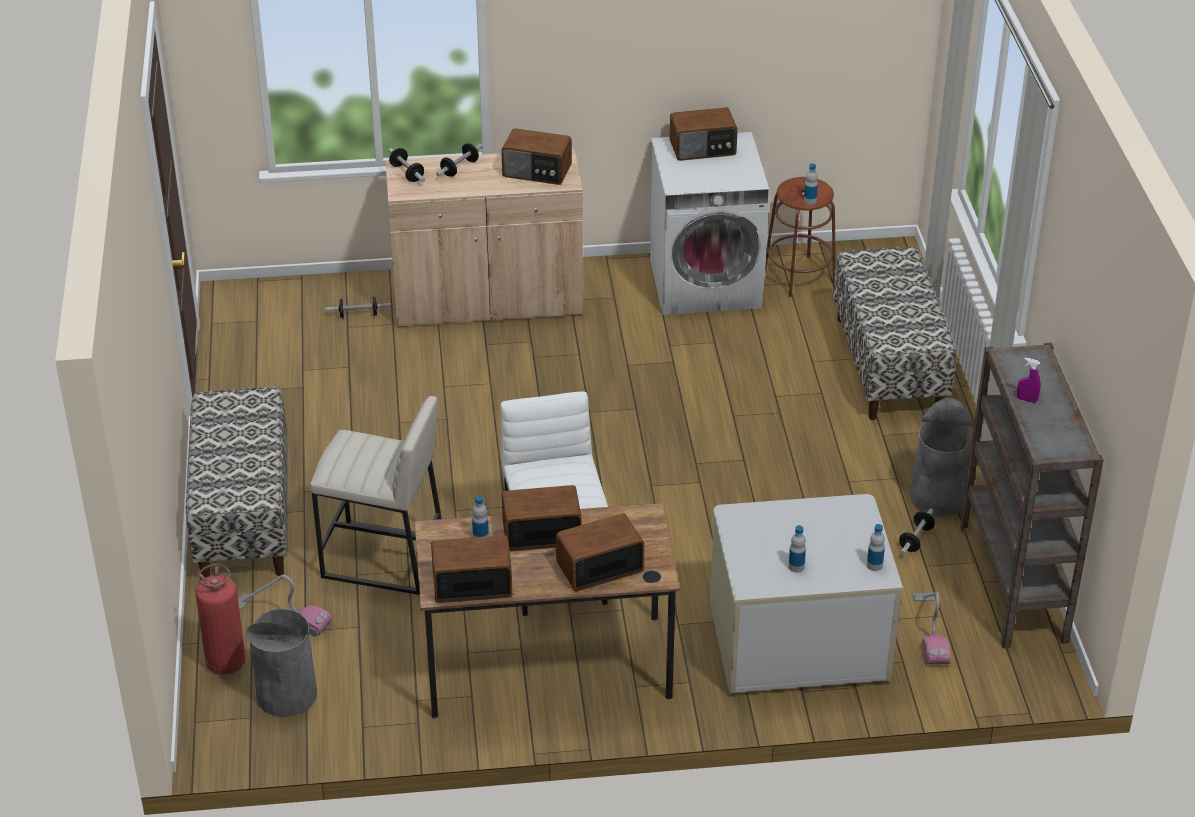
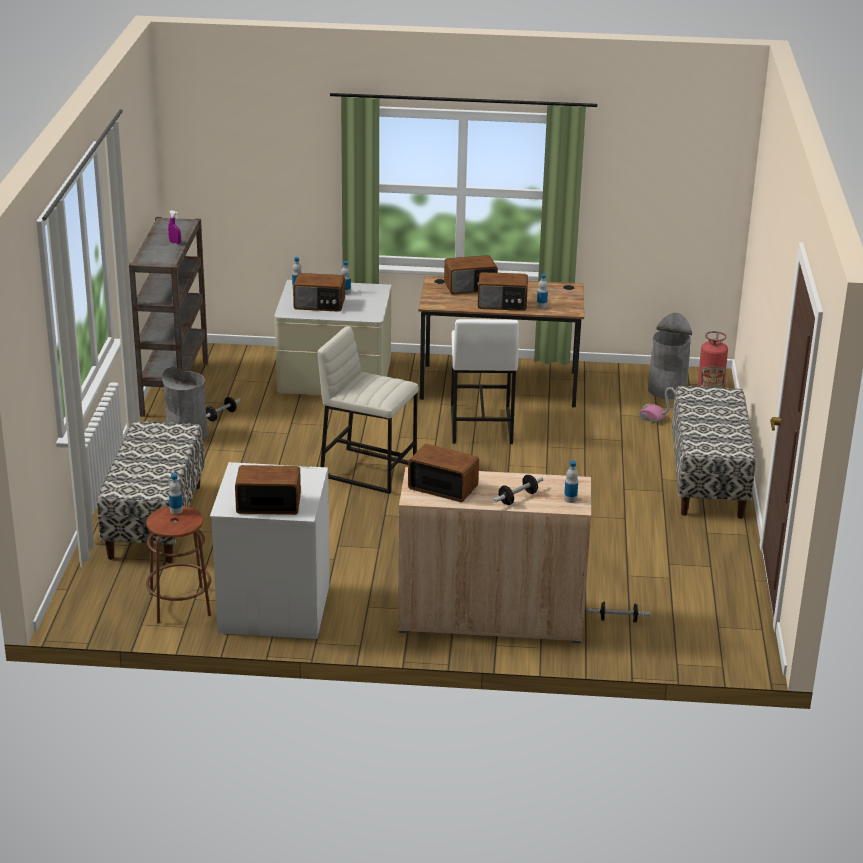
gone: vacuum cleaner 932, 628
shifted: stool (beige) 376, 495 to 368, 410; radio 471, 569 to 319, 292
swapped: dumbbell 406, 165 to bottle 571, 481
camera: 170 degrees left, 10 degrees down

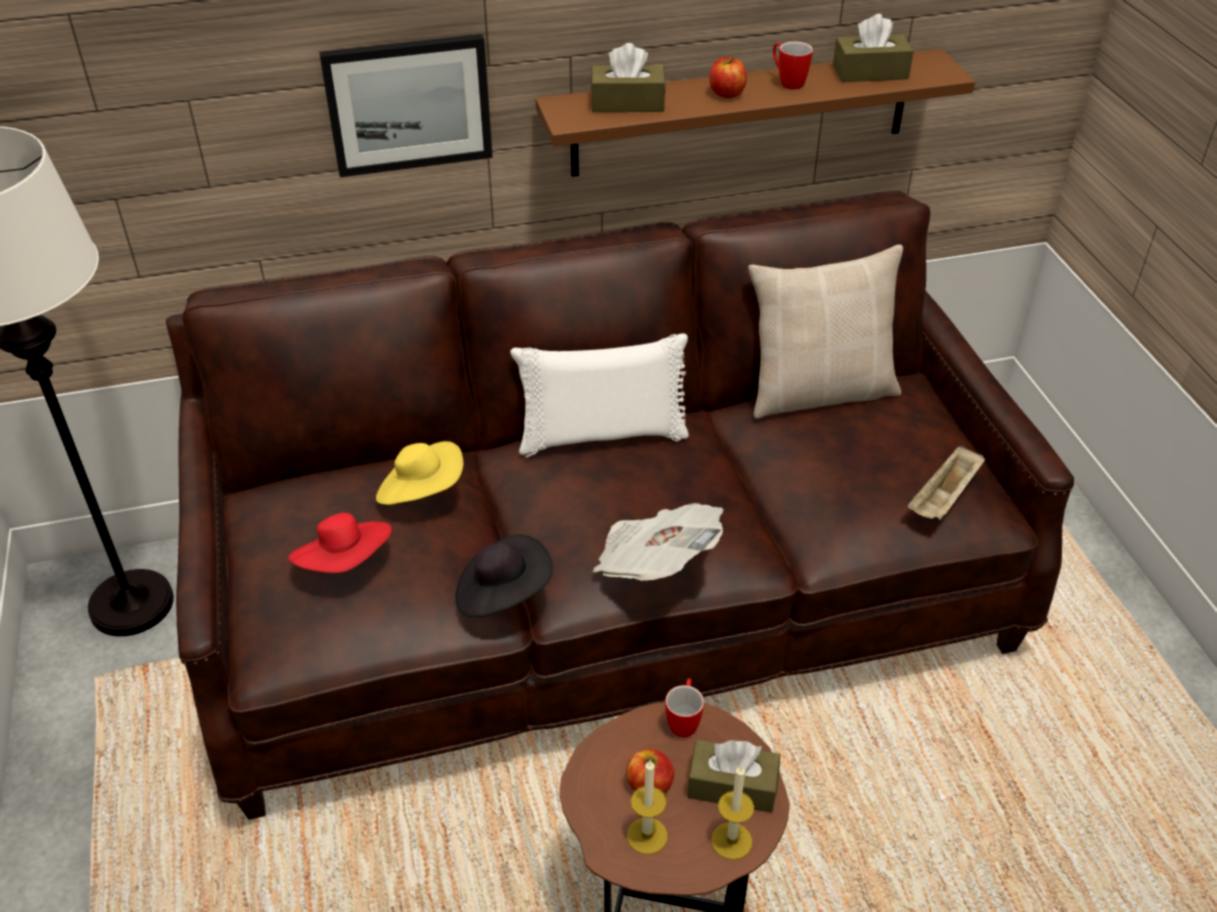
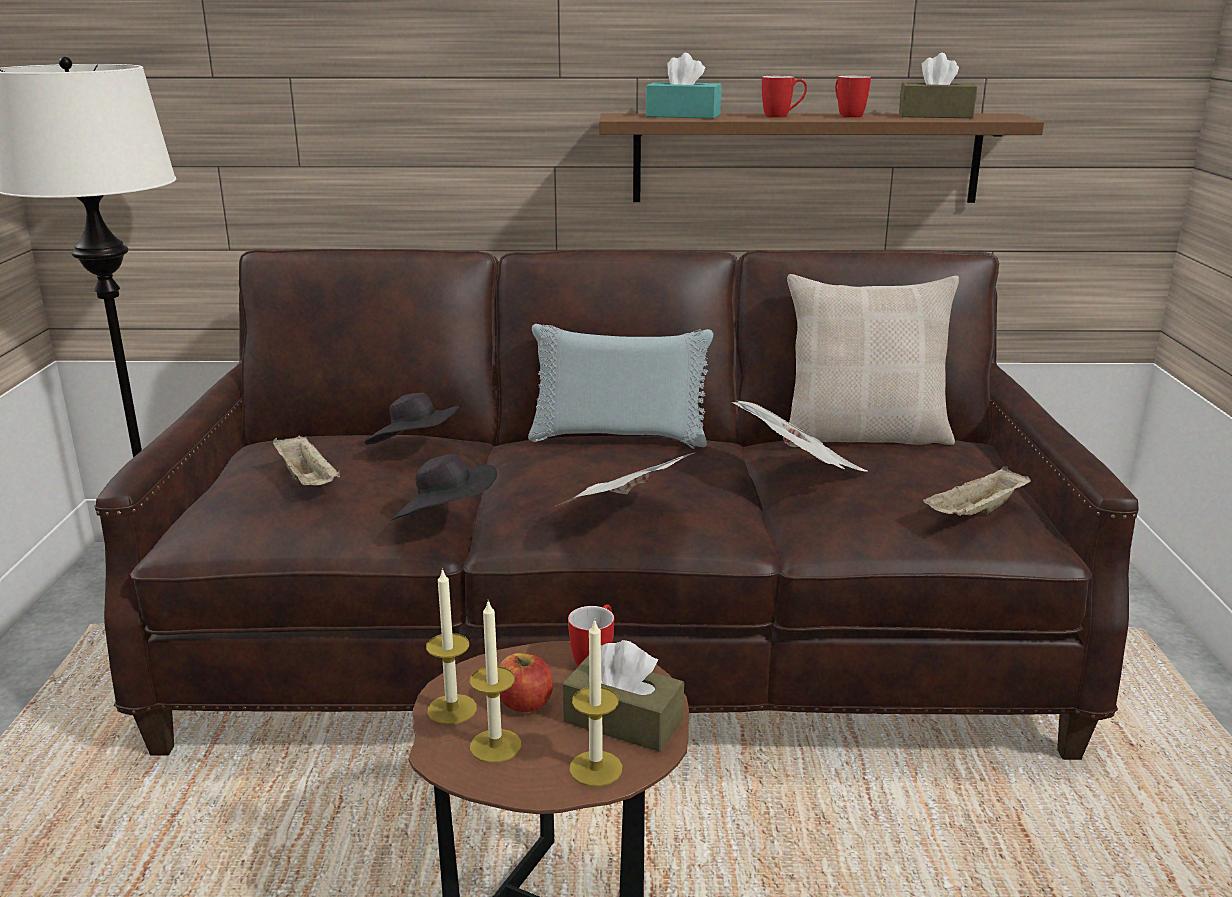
gone: picture 406, 105
new: candle 451, 646; newspaper 799, 436
swapped: hat (red) 340, 543 to tray (beige) 306, 460; apple 728, 77 to mug 784, 97
repainted: hat (yellow) 419, 473 to hat (black) 412, 419; pillow (white) 599, 395 to pillow (blue) 620, 386; tissue box (brown) 628, 77 to tissue box (turquoise) 683, 86
camera: 15 degrees right, 20 degrees down

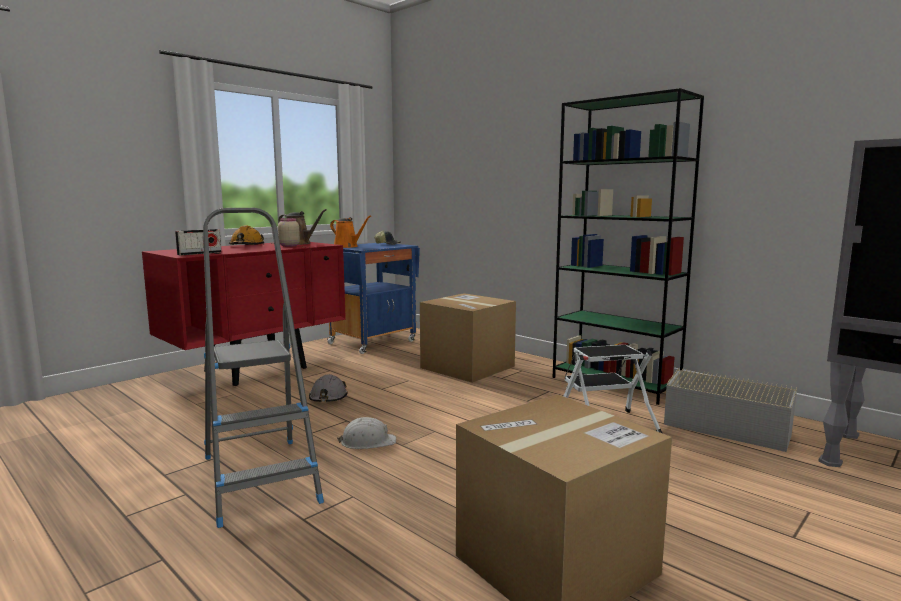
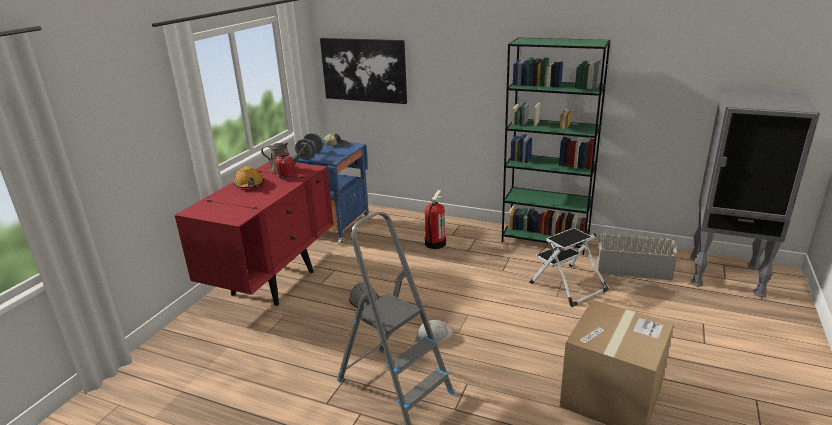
gone: radio 198, 242
new: picture 363, 71
swapped: watering can (orange) 350, 231 to dumbbell (grey) 309, 146; cardboard box 468, 338 to fire extinguisher 435, 219
repainted: jar (beige) 289, 232 to jar (red) 285, 166
camera: 20 degrees left, 15 degrees up

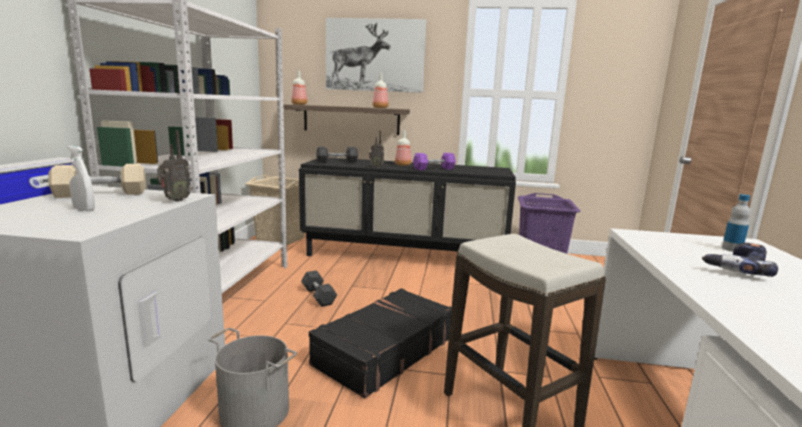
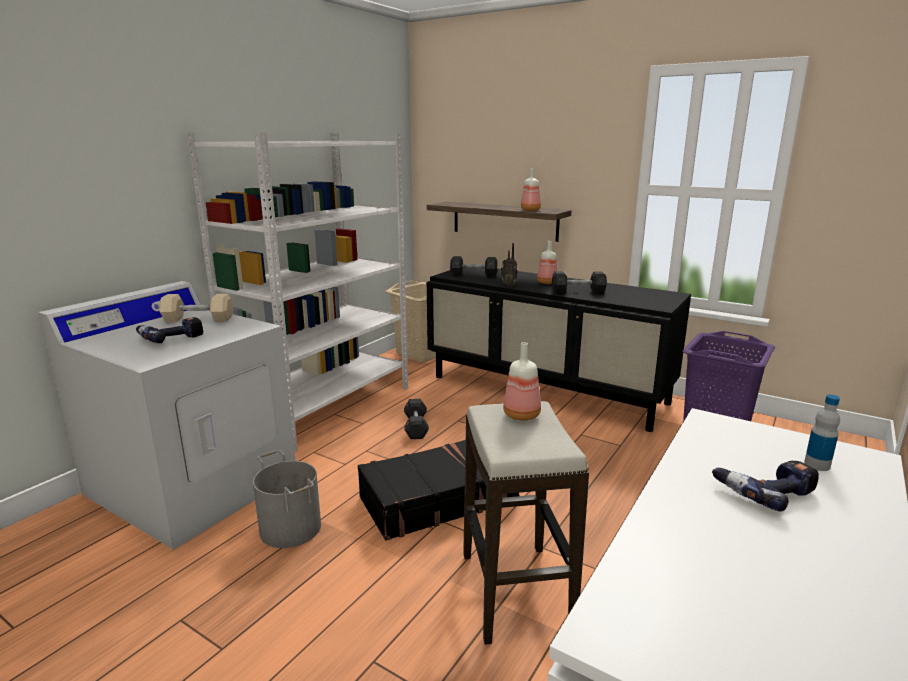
gone: radio 174, 166; picture 376, 55
shifted: bottle 299, 88 to 522, 381
swapped: spray bottle (white) 81, 178 to power drill 169, 330
repainted: dumbbell (purple) 434, 161 to dumbbell (grey) 579, 282
camera: 25 degrees right, 5 degrees up

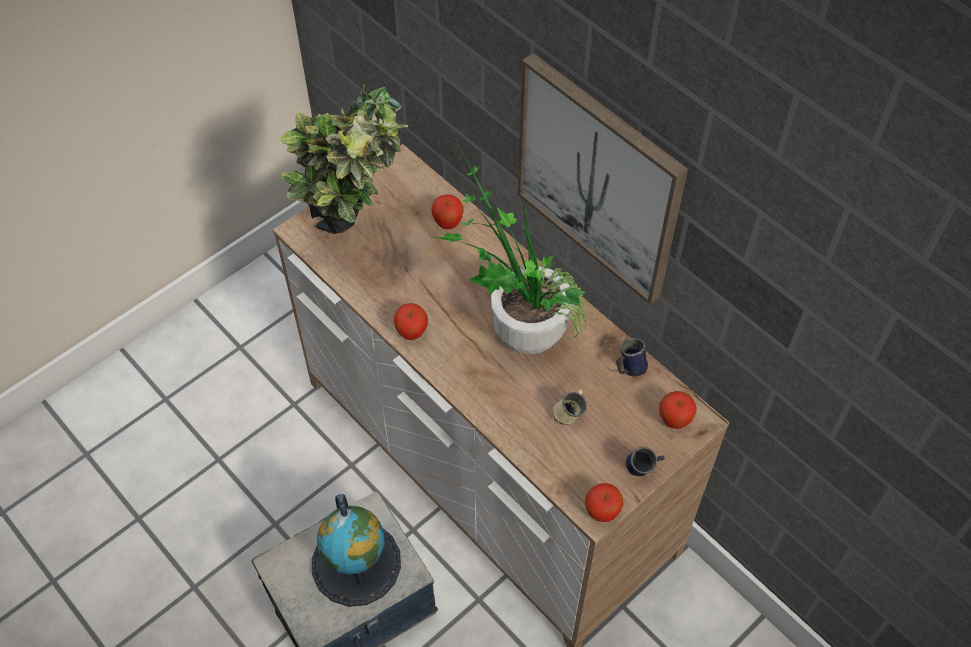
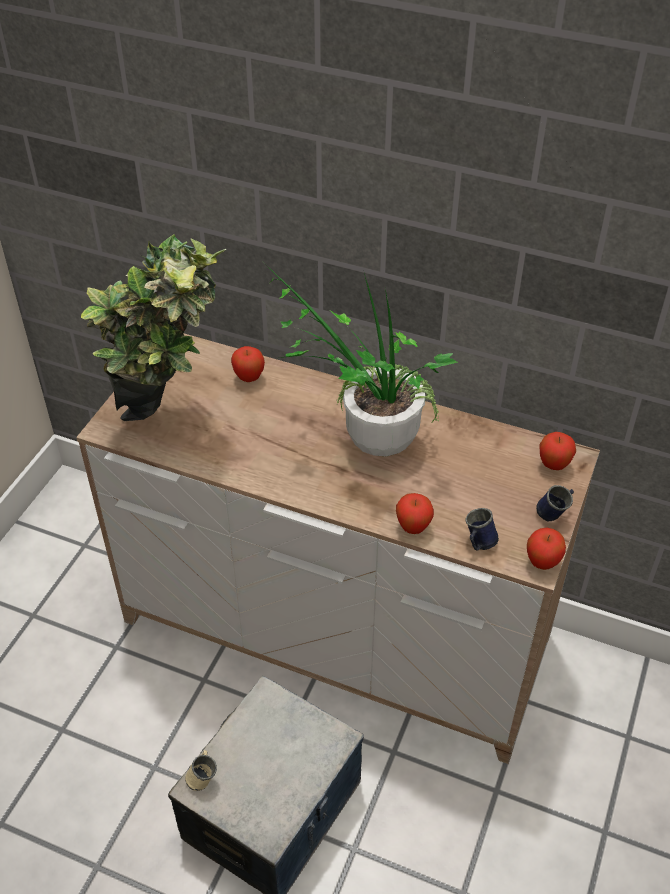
gone: globe 356, 550; picture 603, 179
shifted: apple 411, 321 to 415, 513; mug (beige) 570, 407 to 201, 770; mug (blue) 632, 357 to 482, 529
camera: 25 degrees left, 10 degrees down

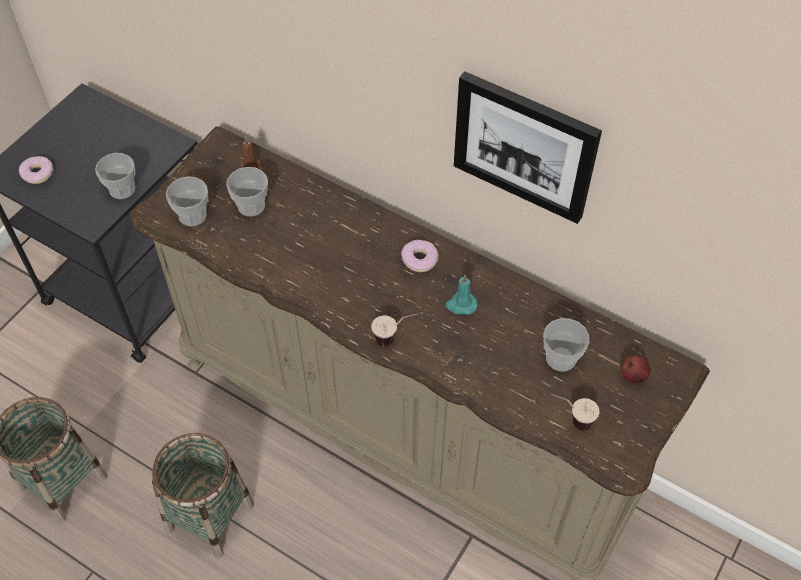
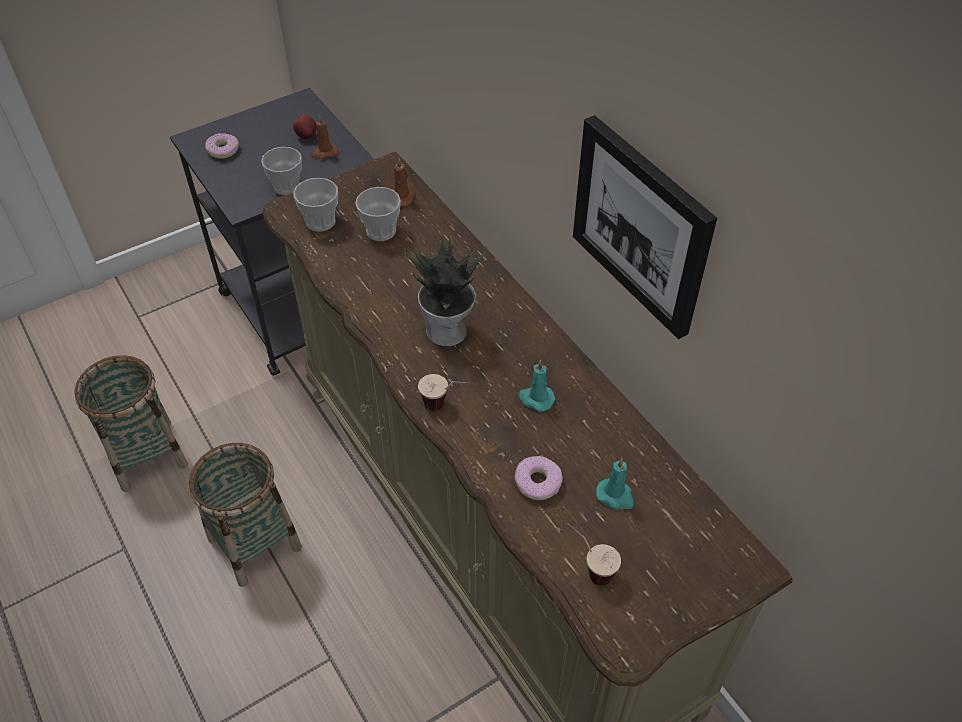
new: candle (brown) 324, 137; potted plant 445, 288
shifted: donut 419, 256 to 539, 478; apple 636, 369 to 305, 126
swapped: cup 566, 344 to candle (turquoise) 615, 483
camera: 25 degrees right, 5 degrees down

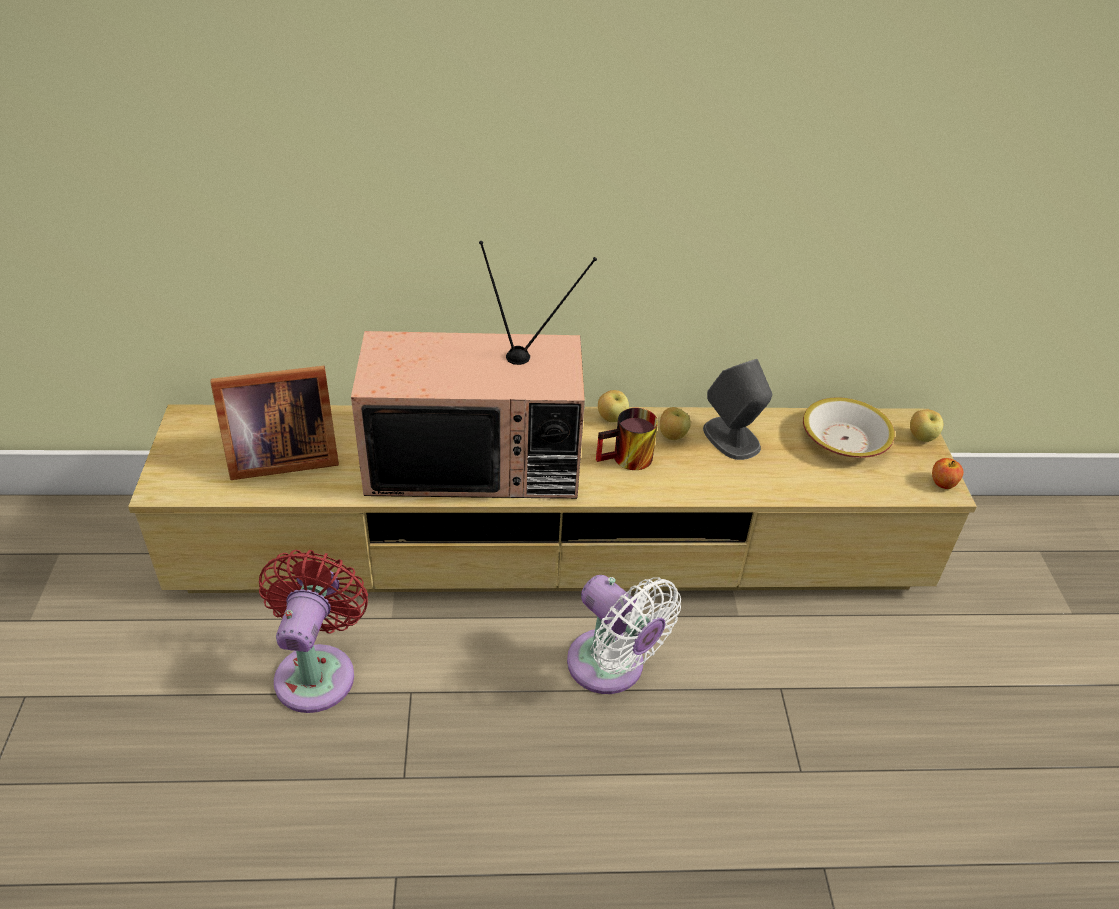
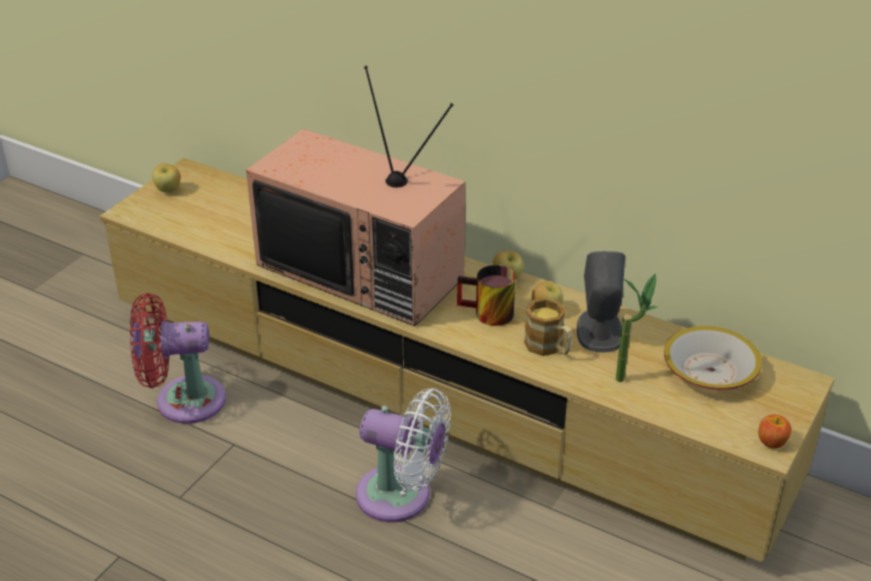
gone: picture frame 274, 423
new: mug 548, 327; potted plant 636, 327
shifted: apple 926, 425 to 166, 177
rotated: fan (red) 313, 631 = 178, 358 135 degrees counterclockwise; fan (white) 624, 634 = 403, 455 60 degrees counterclockwise
camera: 35 degrees right, 5 degrees down

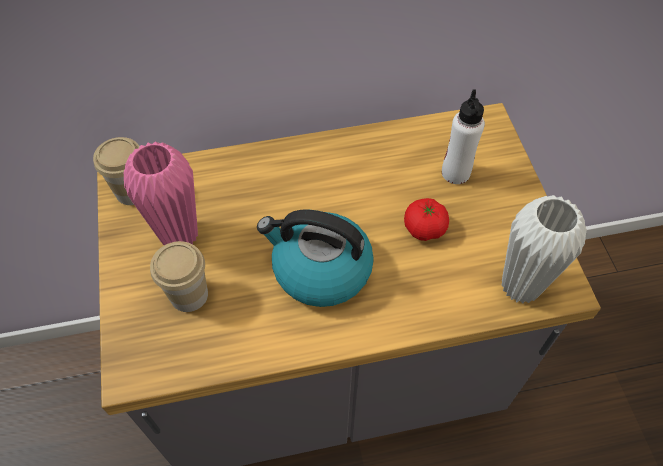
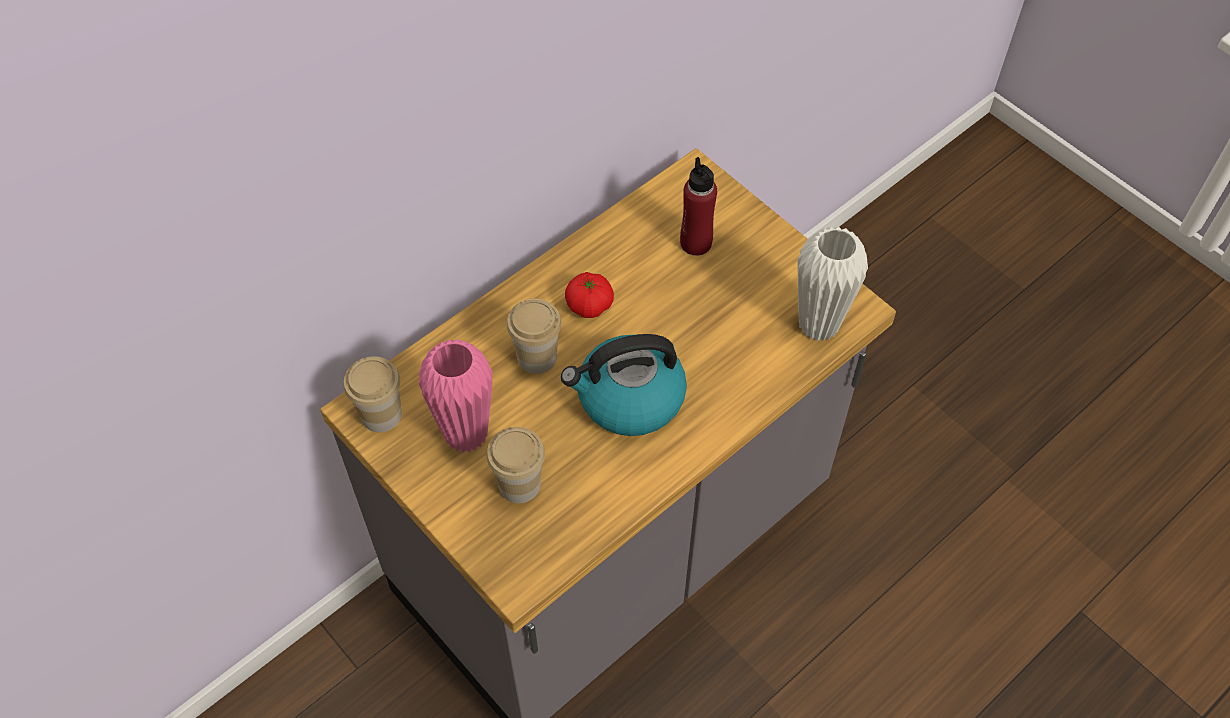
new: cup 534, 336
shifted: tomato 426, 219 to 589, 295
repainted: bottle (white) 463, 137 to bottle (red) 698, 206
camera: 30 degrees left, 0 degrees up

